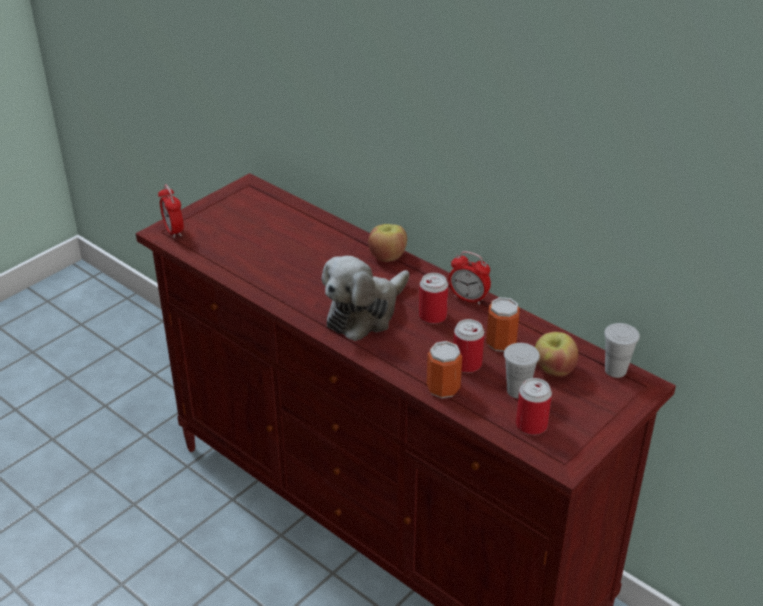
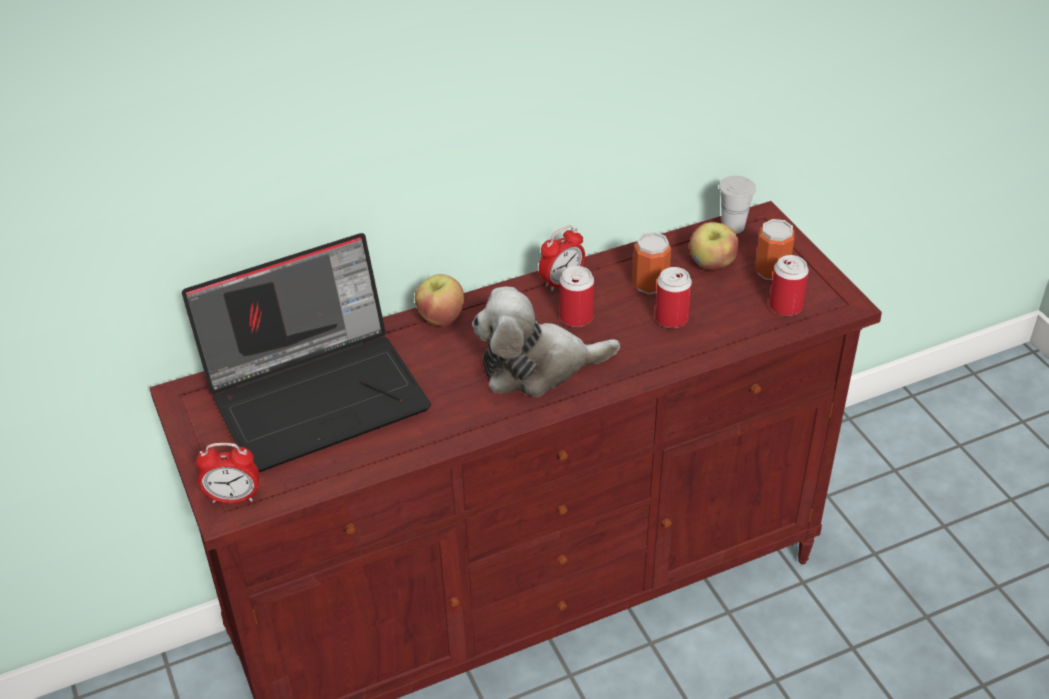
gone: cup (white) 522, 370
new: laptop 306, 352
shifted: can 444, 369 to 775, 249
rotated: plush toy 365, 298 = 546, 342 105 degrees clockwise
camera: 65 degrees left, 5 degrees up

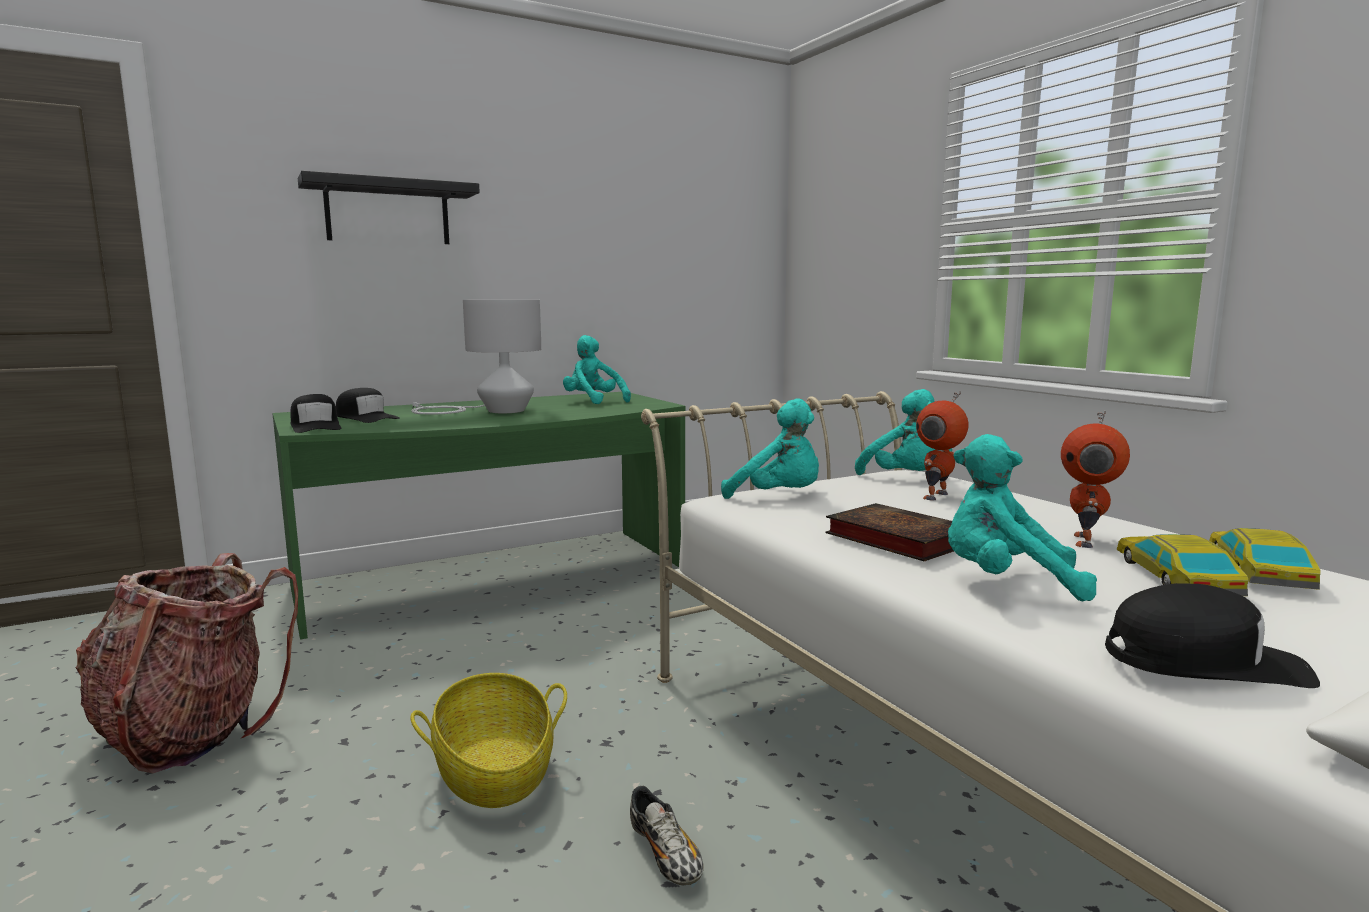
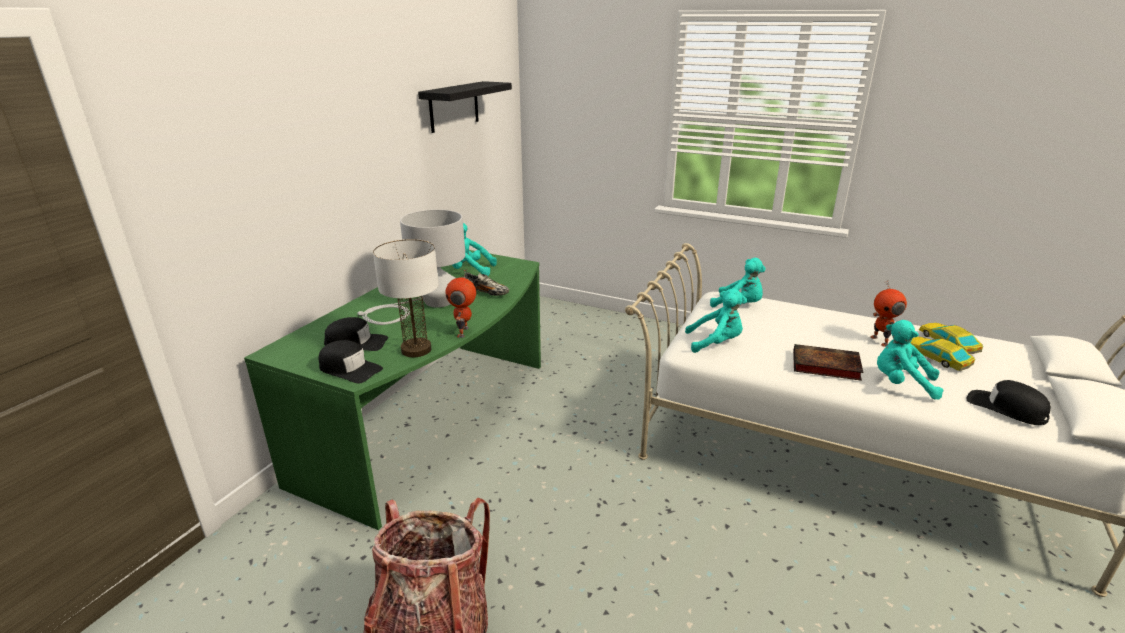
gone: basket 489, 740
new: table lamp 405, 298
shifted: shelf (black) 389, 207 to 465, 107; shoe 667, 835 to 487, 284; toy robot 942, 446 to 461, 304
rotated: plush toy (turquoise) 1022, 518 = 910, 359 45 degrees clockwise; cap (black) 1212, 635 = 1008, 402 105 degrees counterclockwise
camera: 35 degrees left, 15 degrees up

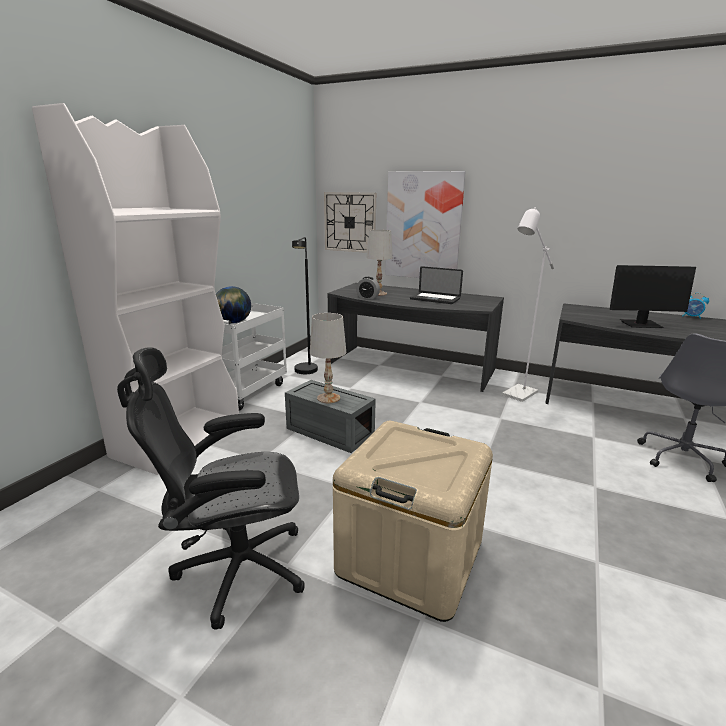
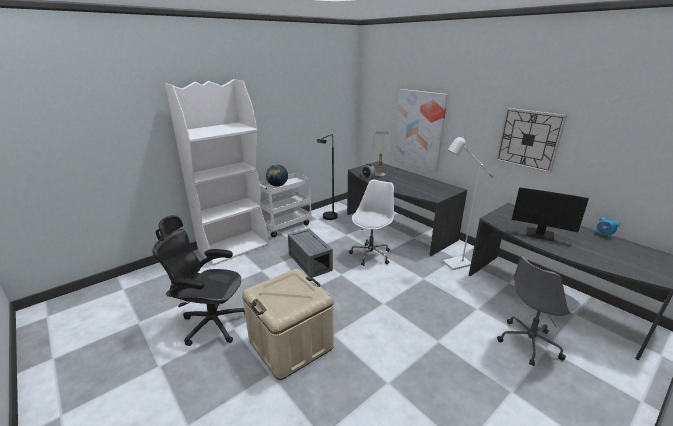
gone: table lamp (white) 328, 358; laptop 436, 285
new: office chair (white) 371, 223
shifted: wall clock 350, 222 to 531, 140
camera: 25 degrees right, 5 degrees up

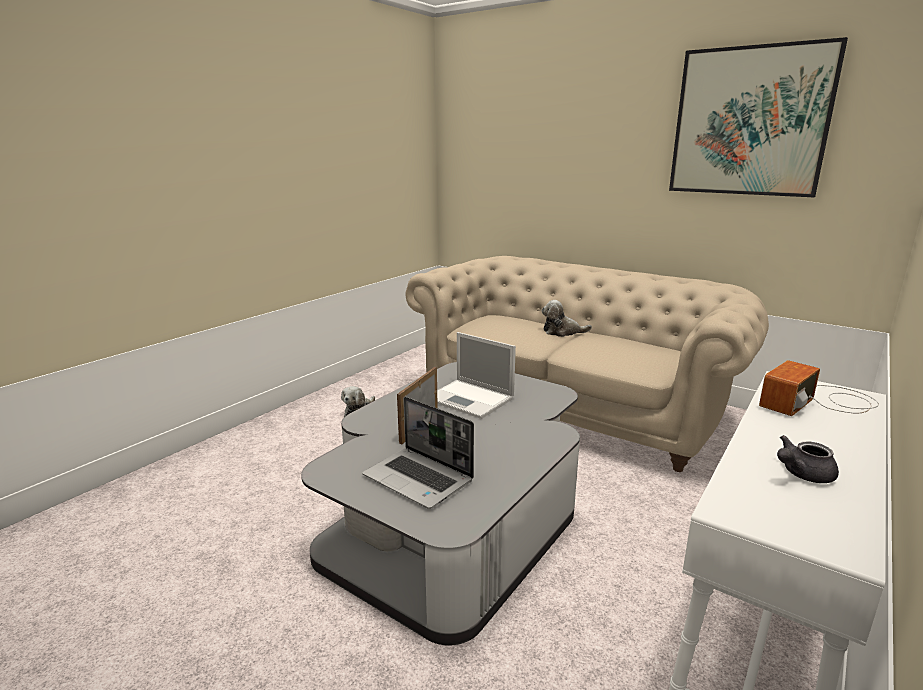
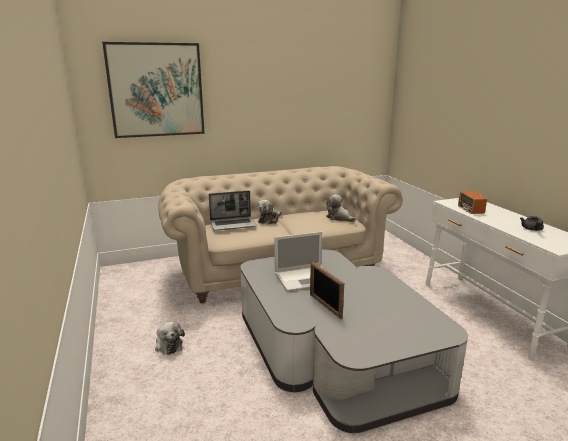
new: plush toy 341, 208
shifted: laptop 418, 453 to 233, 211; picture 758, 117 to 153, 90
camera: 55 degrees left, 0 degrees up

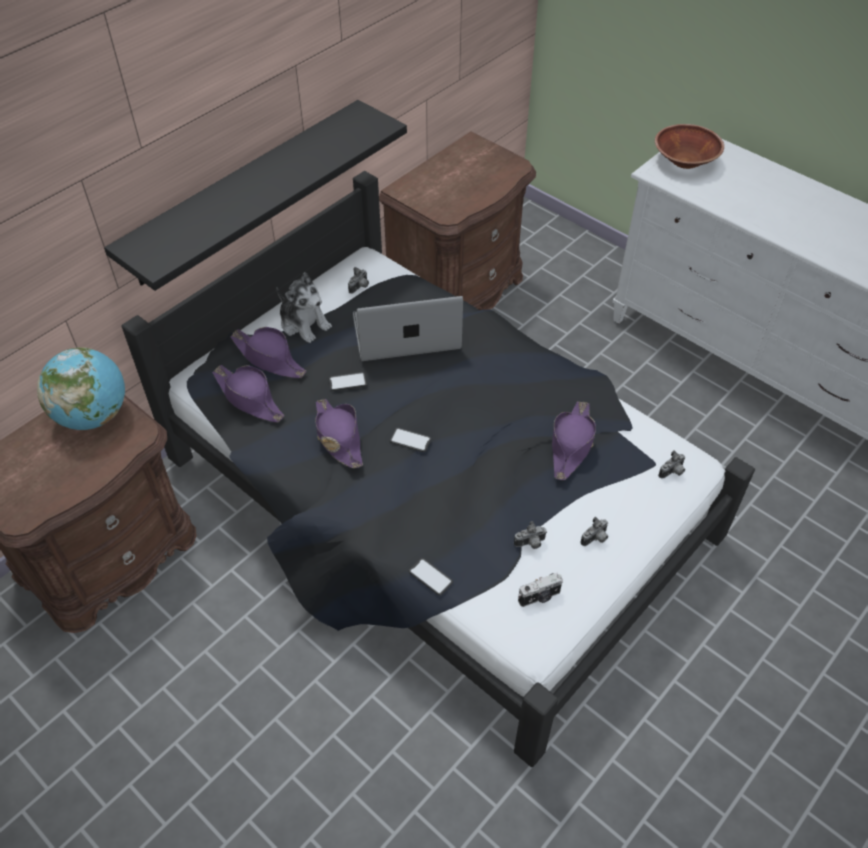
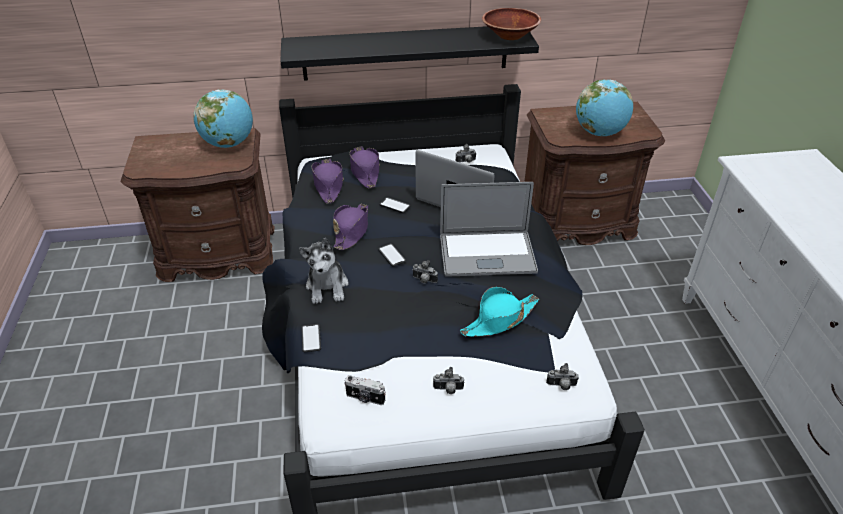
new: laptop 489, 229; globe 604, 107
shifted: plush toy 304, 307 to 324, 271; photo camera 530, 535 to 425, 272; bowl (brown) 689, 146 to 511, 24
repainted: hat (purple) 574, 440 to hat (turquoise) 499, 312
camera: 40 degrees right, 10 degrees down

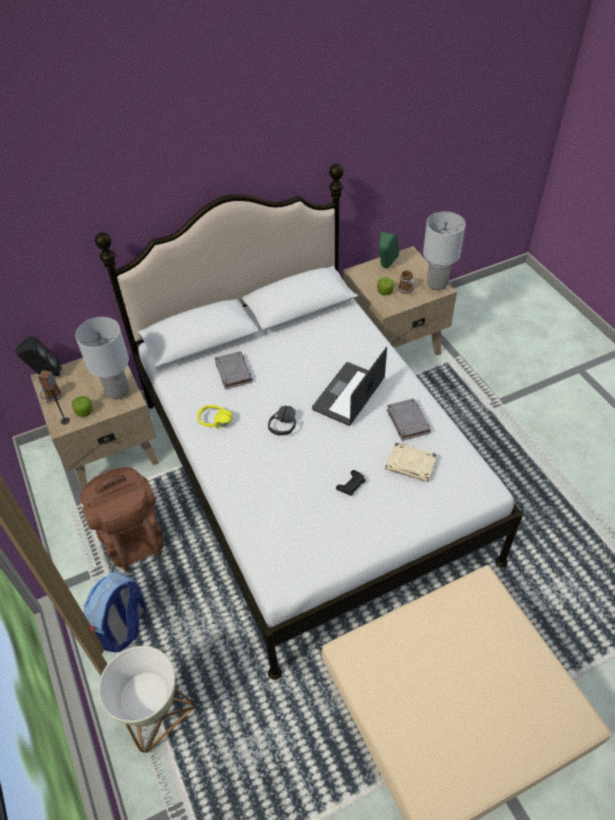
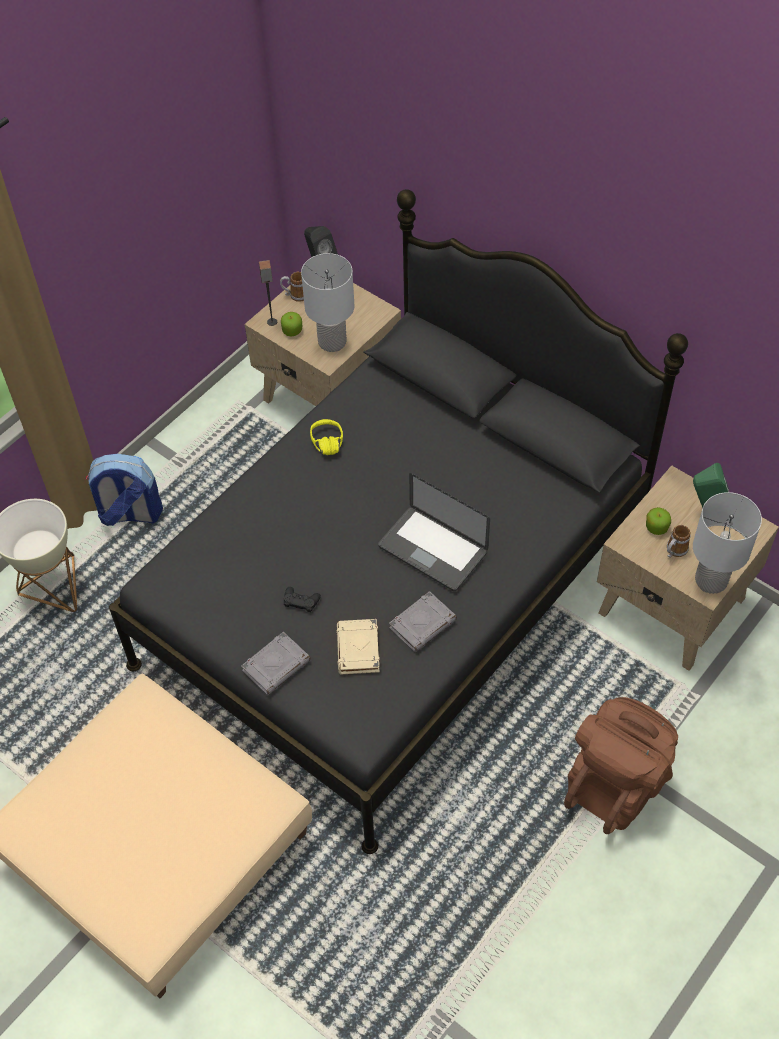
gone: headphones (black) 282, 420
shifted: backpack (brown) 122, 519 to 621, 765; book (grey) 234, 370 to 276, 663
repainted: bed (white) 309, 422 to bed (black) 398, 521
rotated: laptop 349, 386 = 434, 532 150 degrees counterclockwise
camera: 65 degrees right, 5 degrees up

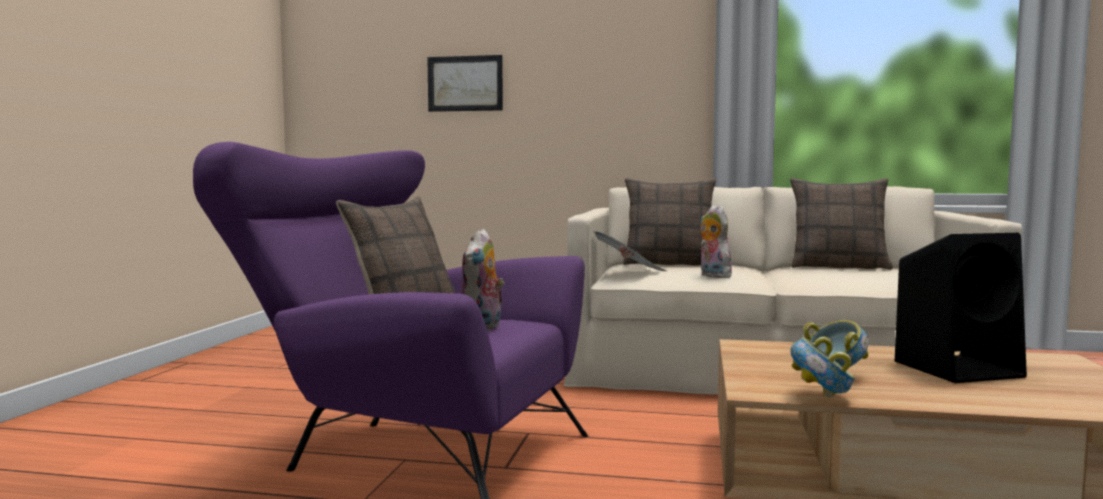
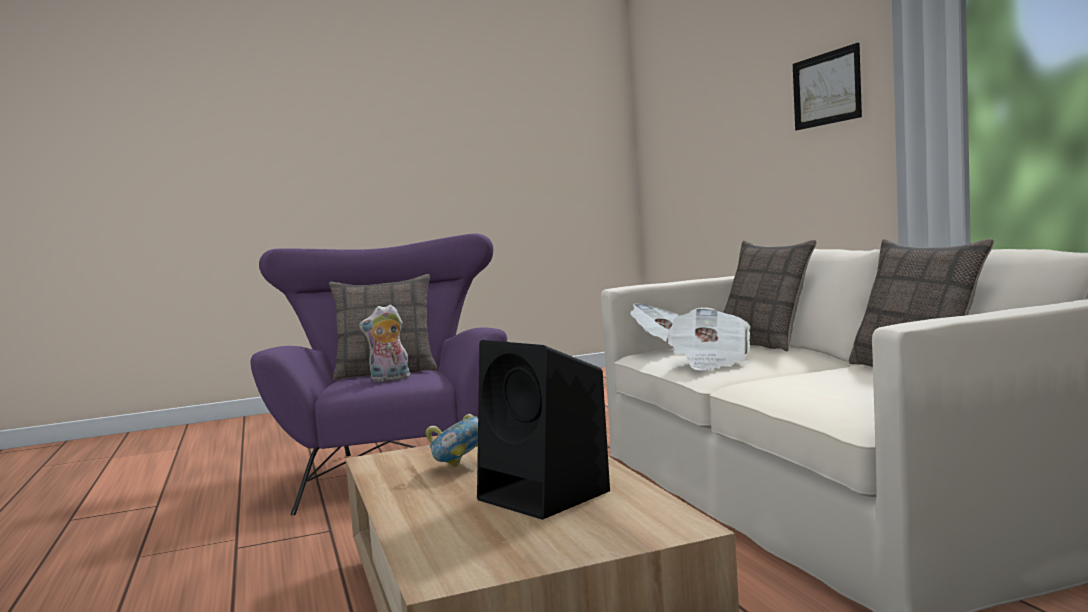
gone: bowl 822, 366
shifted: picture 465, 83 to 827, 86
swapped: plush toy 716, 241 to newspaper 708, 339
camera: 60 degrees right, 0 degrees up

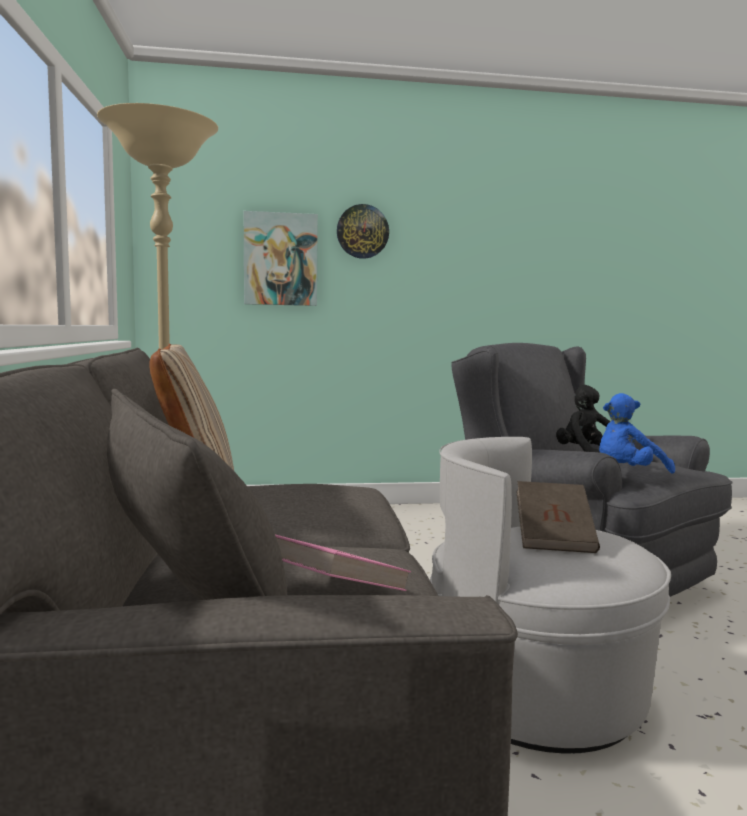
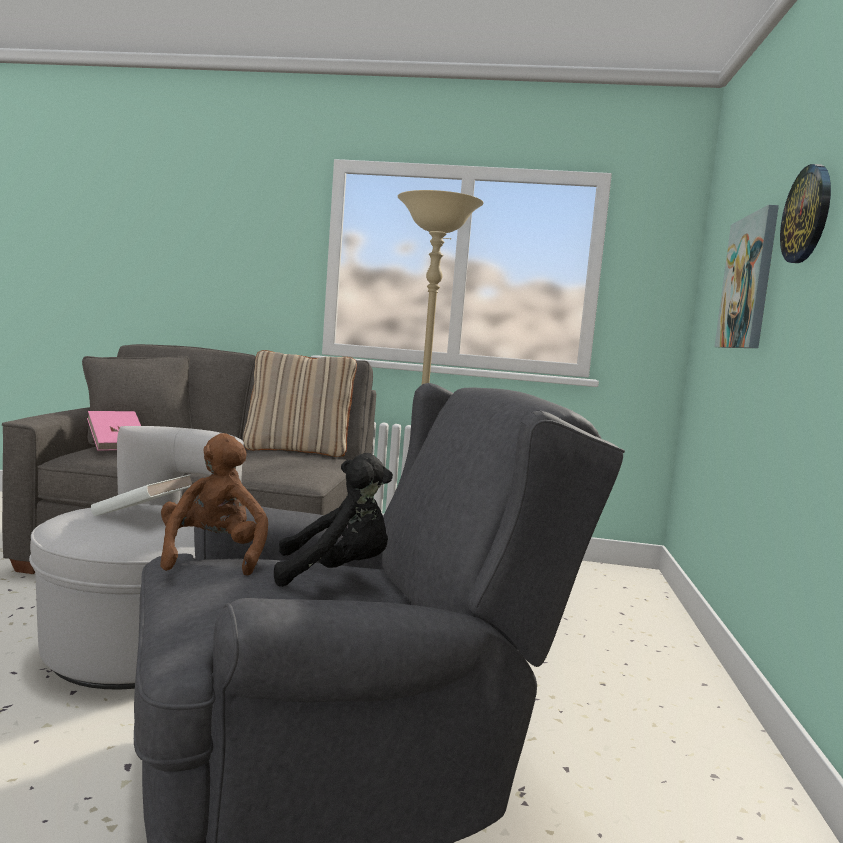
repainted: book (brown) 558, 517 to book (white) 141, 495; plush toy (blue) 637, 433 to plush toy (brown) 214, 504
camera: 105 degrees right, 0 degrees up

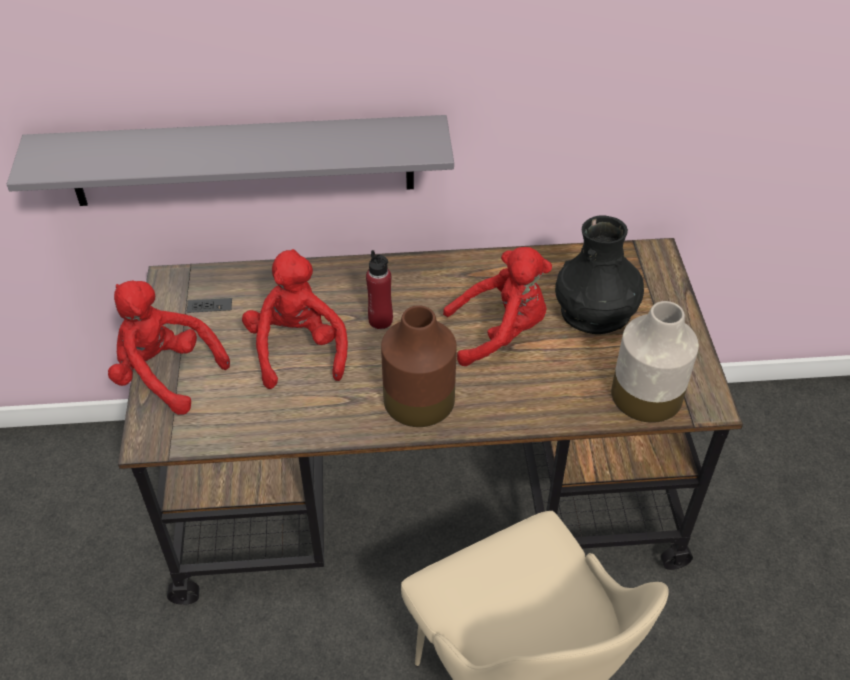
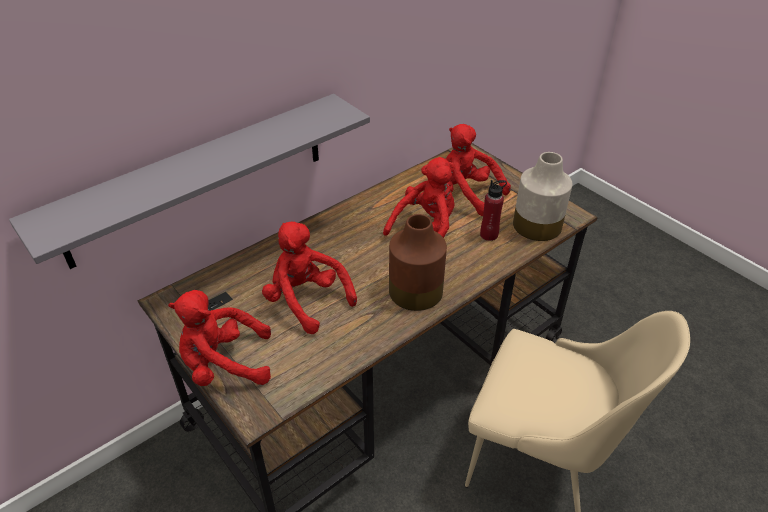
shifted: bottle (red) 379, 289 to 493, 210
swapped: vase (black) 599, 275 to plush toy (red) 478, 170
camera: 35 degrees left, 5 degrees down

